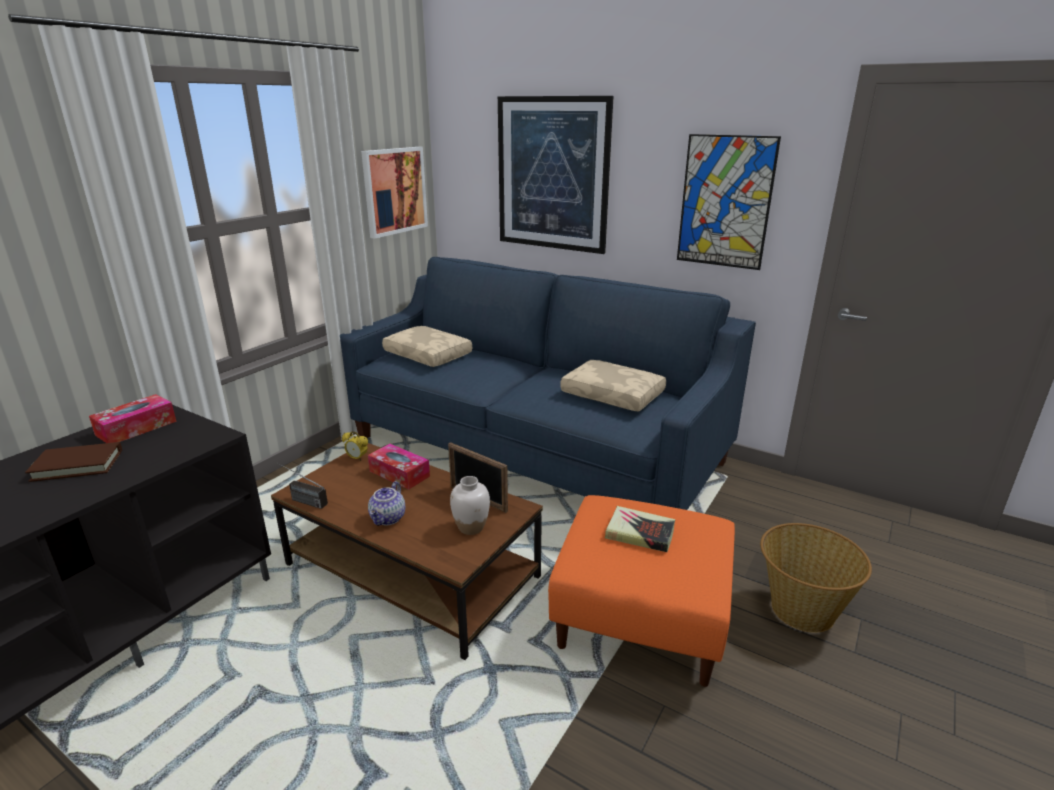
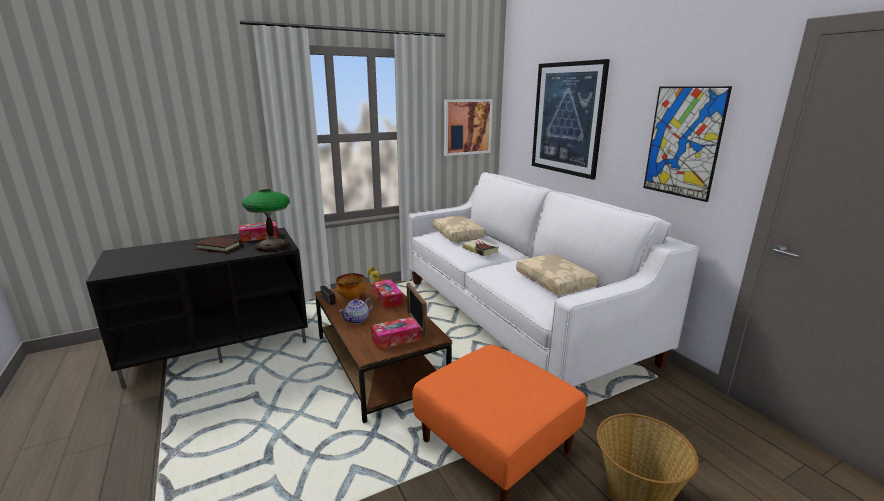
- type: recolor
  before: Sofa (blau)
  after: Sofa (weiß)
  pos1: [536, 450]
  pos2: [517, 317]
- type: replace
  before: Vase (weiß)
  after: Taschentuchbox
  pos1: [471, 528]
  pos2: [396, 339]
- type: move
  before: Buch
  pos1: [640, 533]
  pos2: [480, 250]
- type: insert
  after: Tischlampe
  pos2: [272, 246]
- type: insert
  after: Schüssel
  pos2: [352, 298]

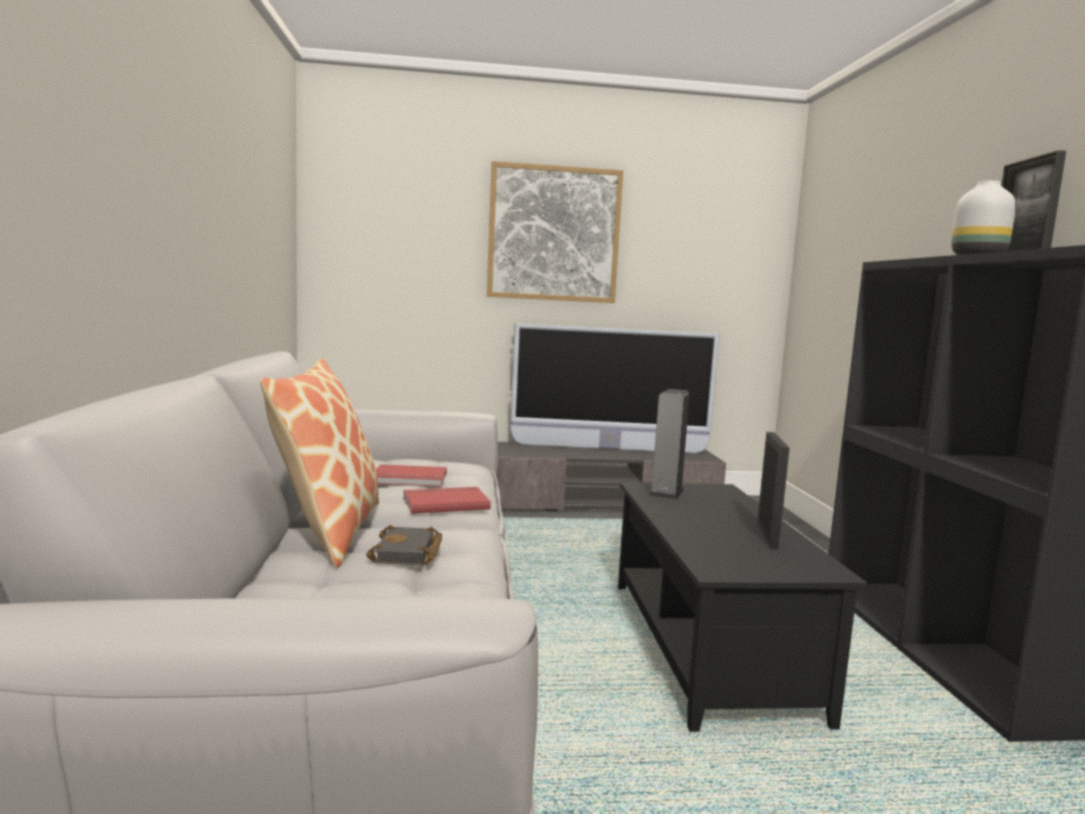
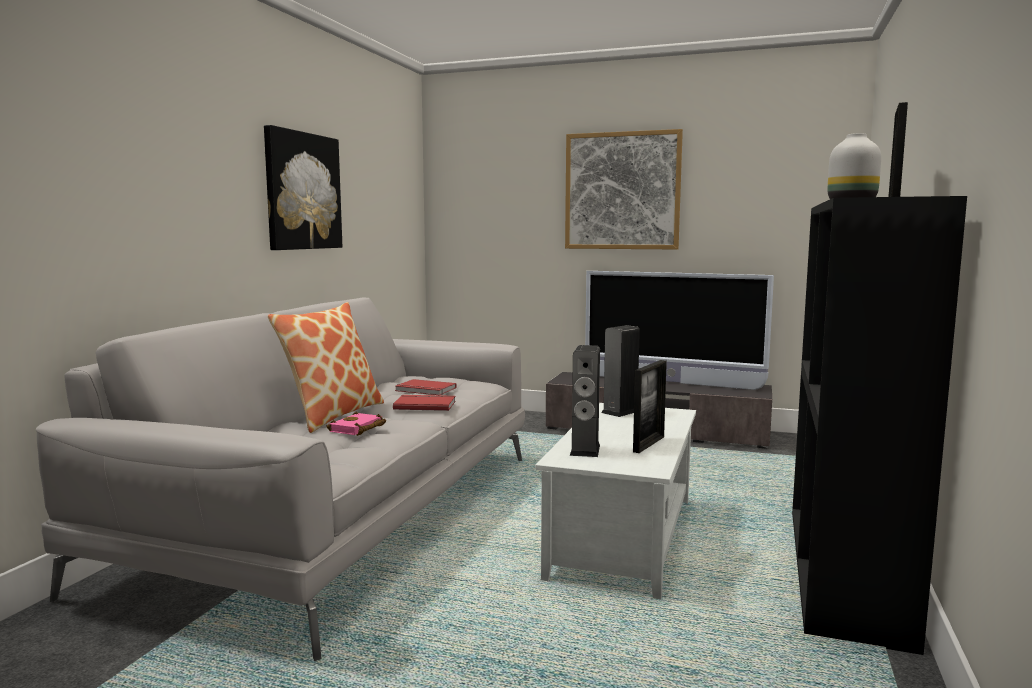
- type: recolor
  before: Buch (schwarz)
  after: Buch (rosa)
  pos1: [408, 553]
  pos2: [357, 429]
- type: recolor
  before: Couchtisch (schwarz)
  after: Couchtisch (weiß)
  pos1: [705, 646]
  pos2: [621, 536]
- type: insert
  after: Bild
  pos2: [302, 191]
- type: insert
  after: Lautsprecher
  pos2: [585, 450]

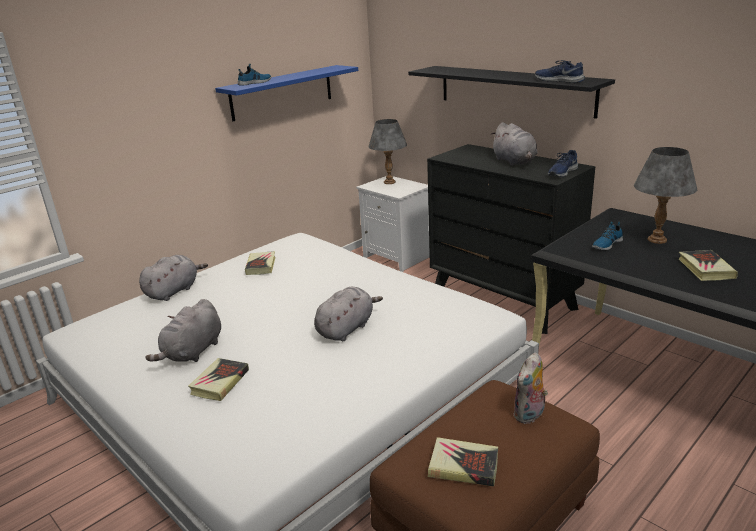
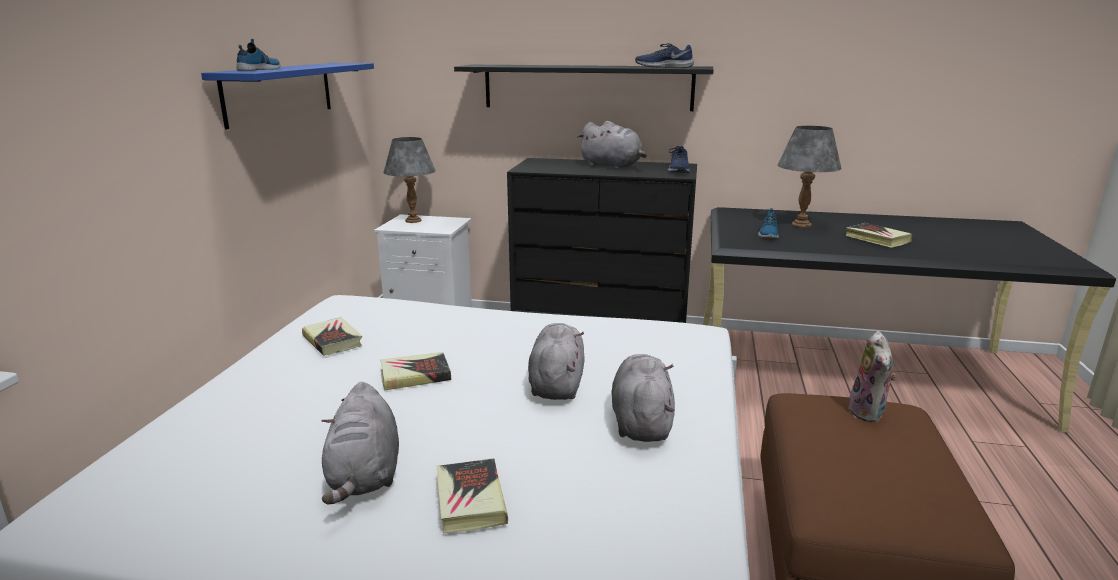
- type: move
  before: Plüschtier (grau)
  pos1: [174, 291]
  pos2: [641, 422]
- type: move
  before: Buch
  pos1: [463, 466]
  pos2: [415, 375]

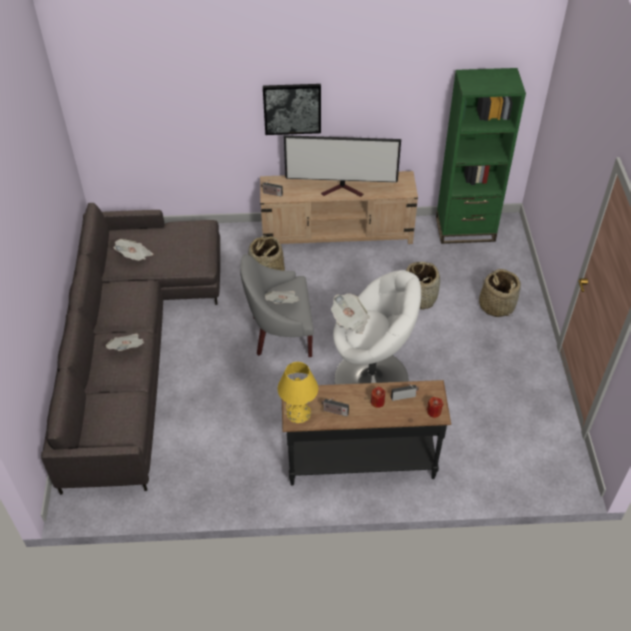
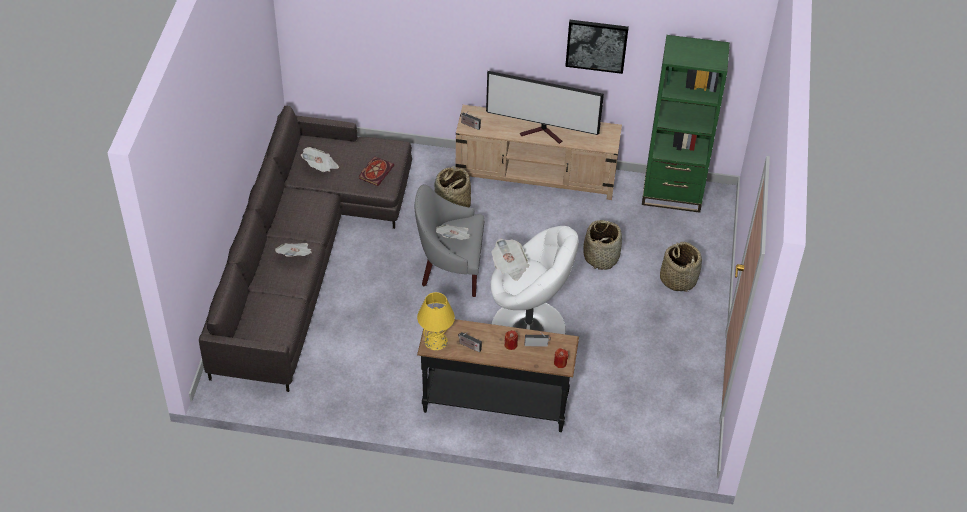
- type: move
  before: Bild
  pos1: [292, 108]
  pos2: [596, 45]
- type: insert
  after: Buch
  pos2: [376, 171]

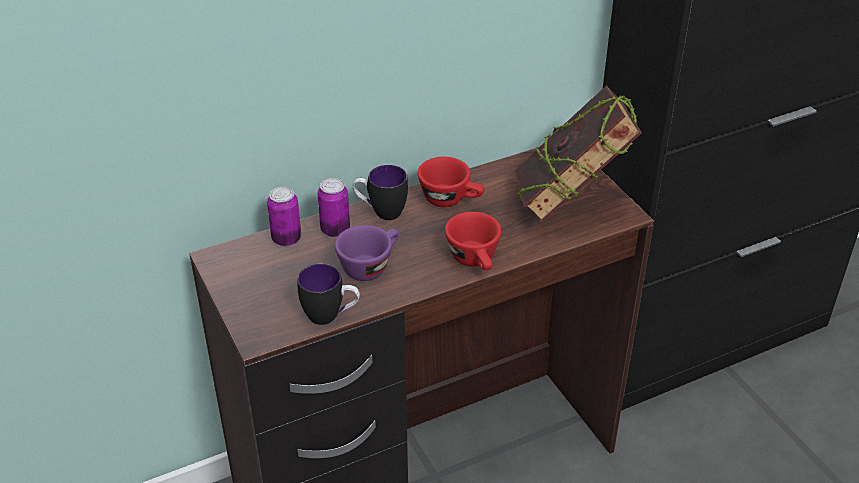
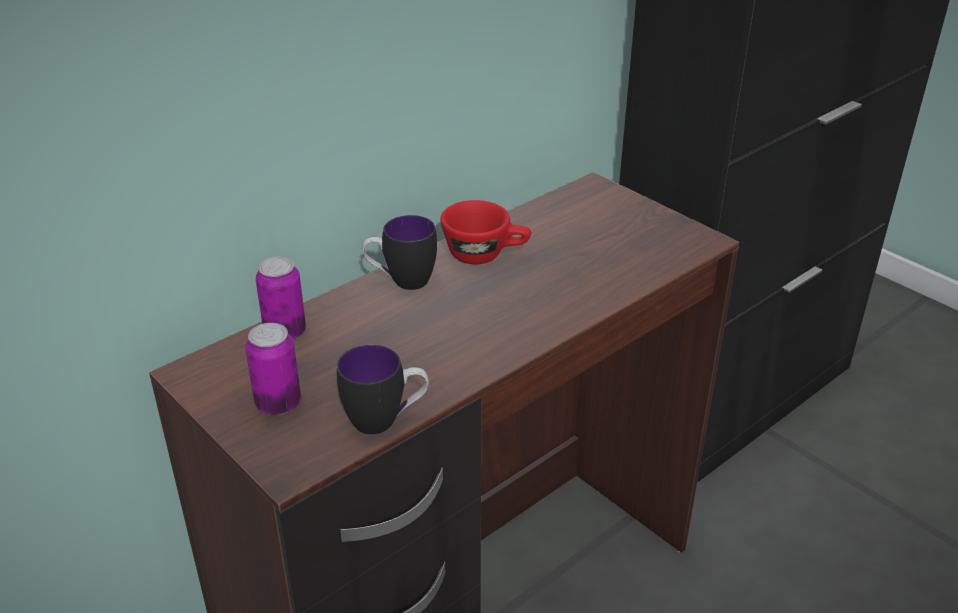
- type: move
  before: Dose
  pos1: [335, 230]
  pos2: [278, 403]
- type: delete
  before: Tasse (lila)
  pos1: [370, 265]
- type: delete
  before: Tasse (rot)
  pos1: [476, 261]
- type: delete
  before: Buch
  pos1: [569, 203]

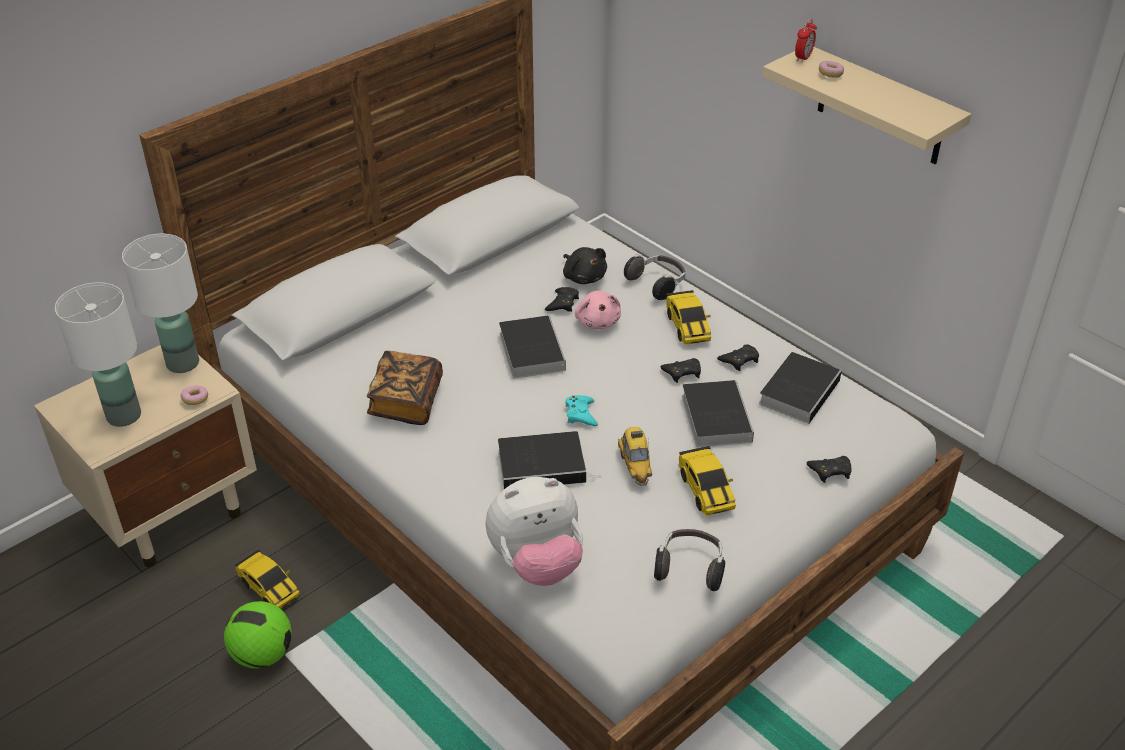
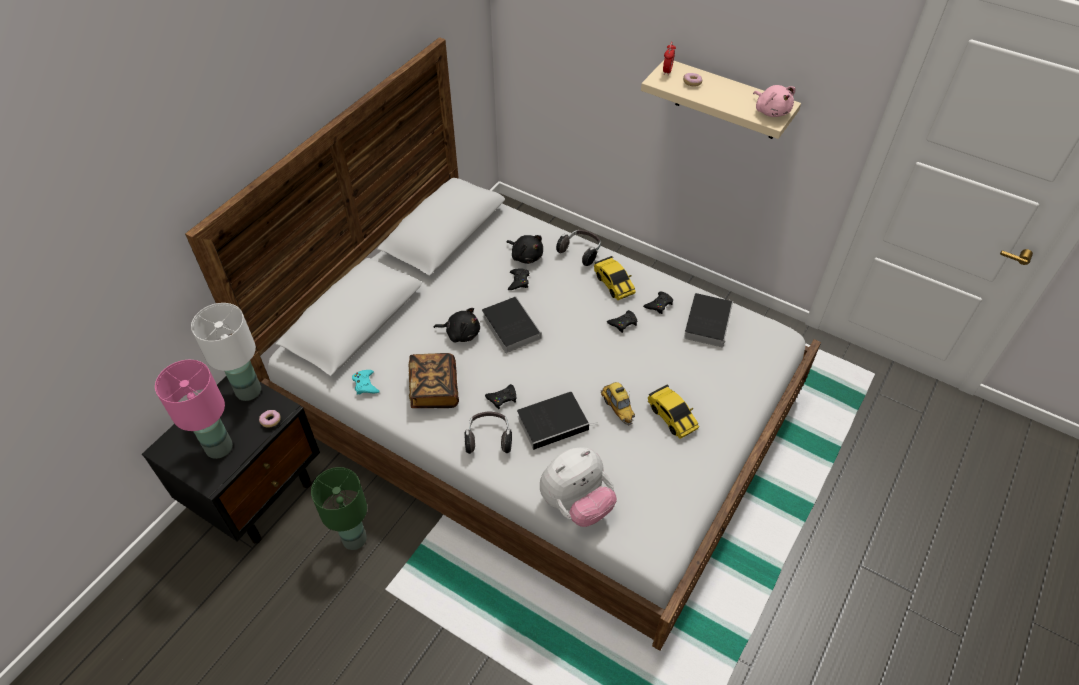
- type: recolor
  before: Nachttisch (beige)
  after: Nachttisch (schwarz)
  pos1: [172, 512]
  pos2: [258, 493]
- type: recolor
  before: Tischlampe (weiß)
  after: Tischlampe (rosa)
  pos1: [123, 416]
  pos2: [218, 448]
- type: delete
  before: Fußball
  pos1: [262, 654]
- type: replace
  before: Spielzeugauto
  after: Tischlampe (grün)
  pos1: [269, 588]
  pos2: [354, 538]
- type: move
  before: Gamepad (türkis)
  pos1: [581, 414]
  pos2: [365, 385]
- type: move
  before: Plüschtier (rosa)
  pos1: [597, 321]
  pos2: [771, 111]
- type: move
  before: Kopfhörer
  pos1: [690, 568]
  pos2: [489, 438]
- type: delete
  before: Buch
  pos1: [715, 416]
- type: move
  before: Gamepad (schwarz)
  pos1: [830, 471]
  pos2: [502, 398]
- type: insert
  after: Plüschtier (schwarz)
  pos2: [461, 333]

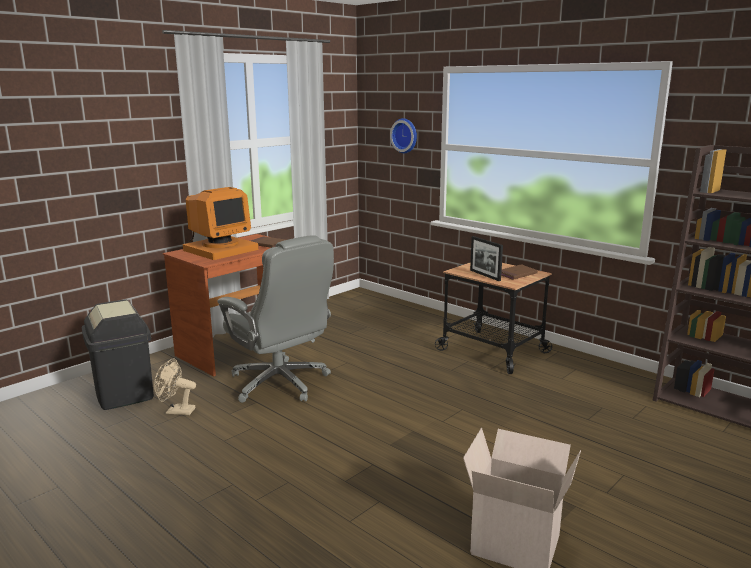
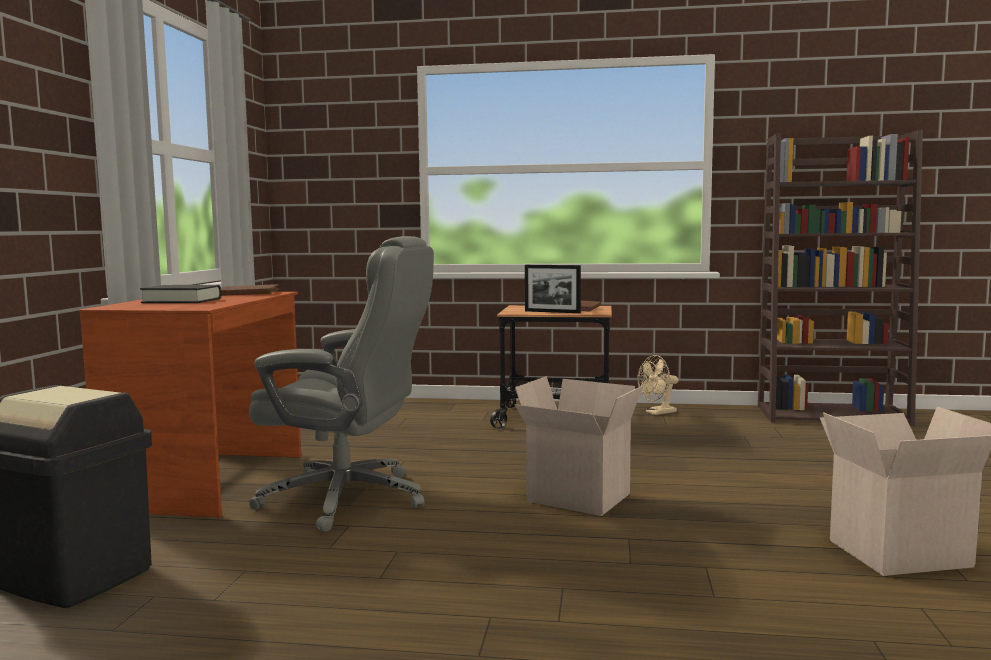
- type: move
  before: Ventilator (beige)
  pos1: [176, 411]
  pos2: [657, 413]
- type: replace
  before: Monitor
  after: Buch (schwarz)
  pos1: [220, 249]
  pos2: [182, 300]
- type: delete
  before: Wanduhr
  pos1: [405, 135]
- type: insert
  after: Karton
  pos2: [575, 498]

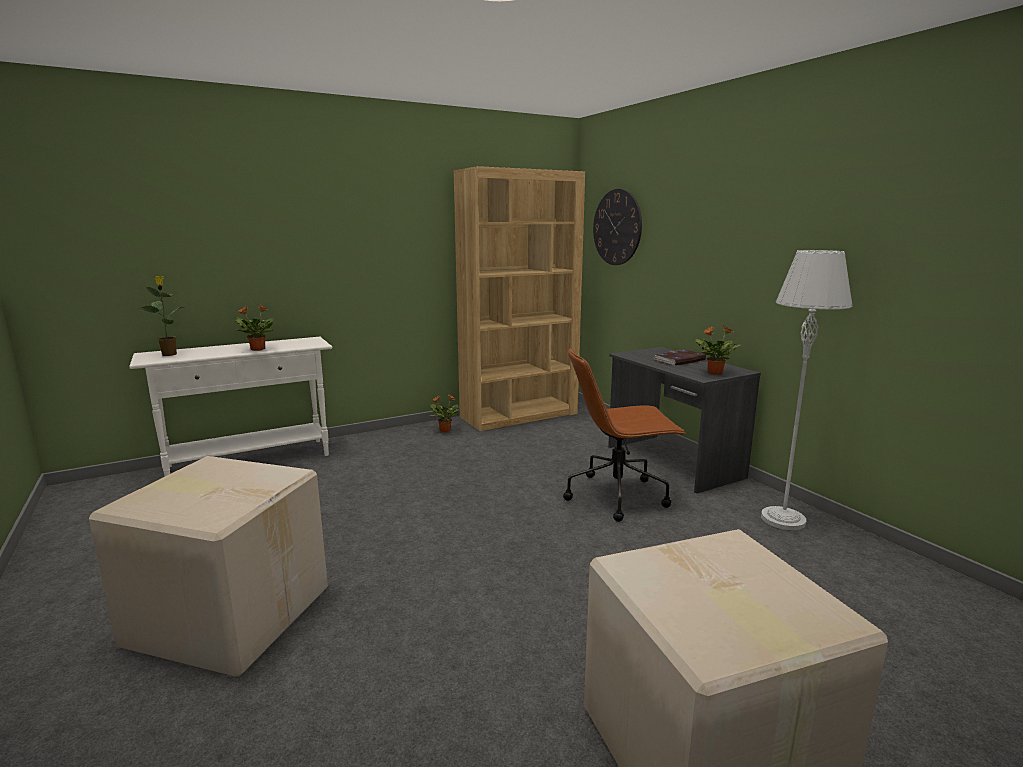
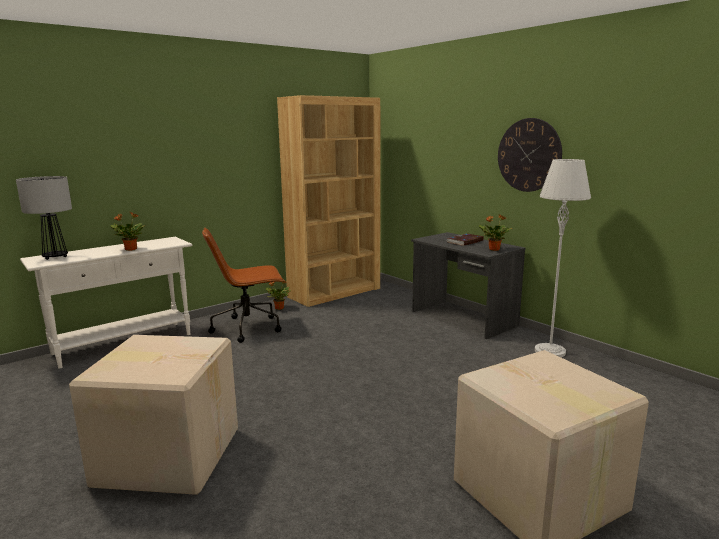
- type: replace
  before: Topfpflanze
  after: Tischlampe
  pos1: [169, 354]
  pos2: [55, 257]
- type: move
  before: Bürostuhl (braun)
  pos1: [618, 495]
  pos2: [248, 328]
- type: move
  before: Wanduhr
  pos1: [617, 227]
  pos2: [529, 155]

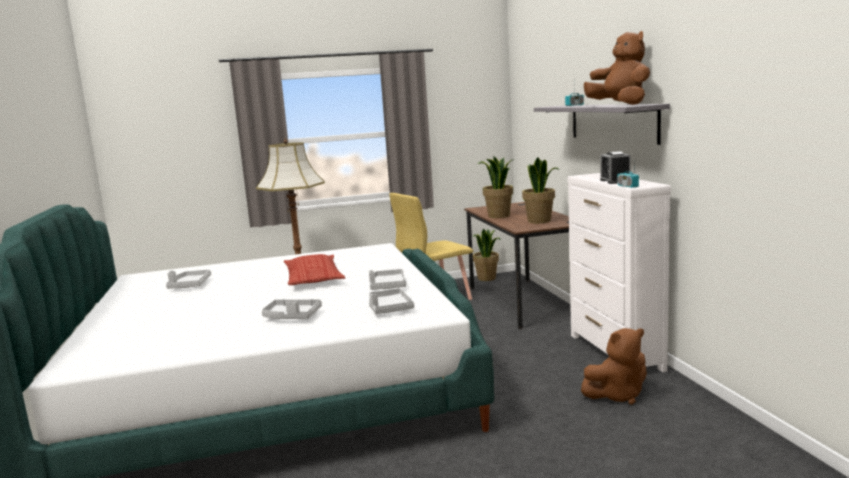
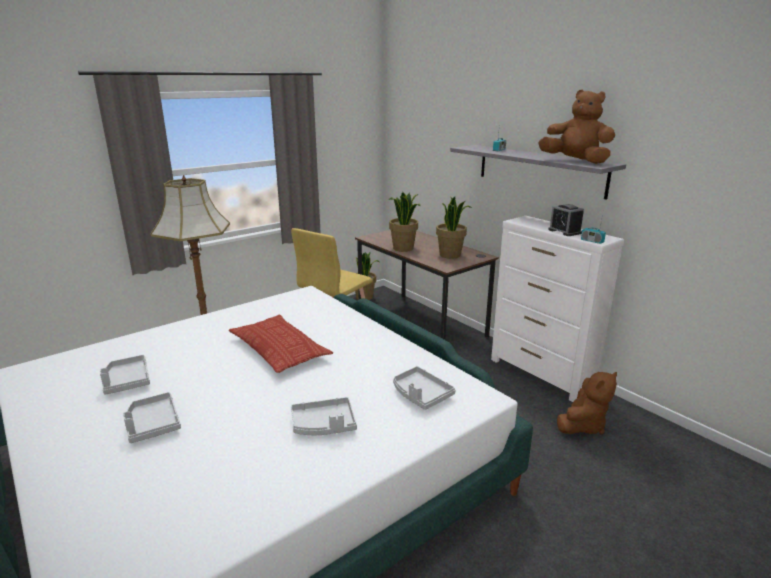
- type: move
  before: Tablett (grau)
  pos1: [387, 286]
  pos2: [152, 424]

